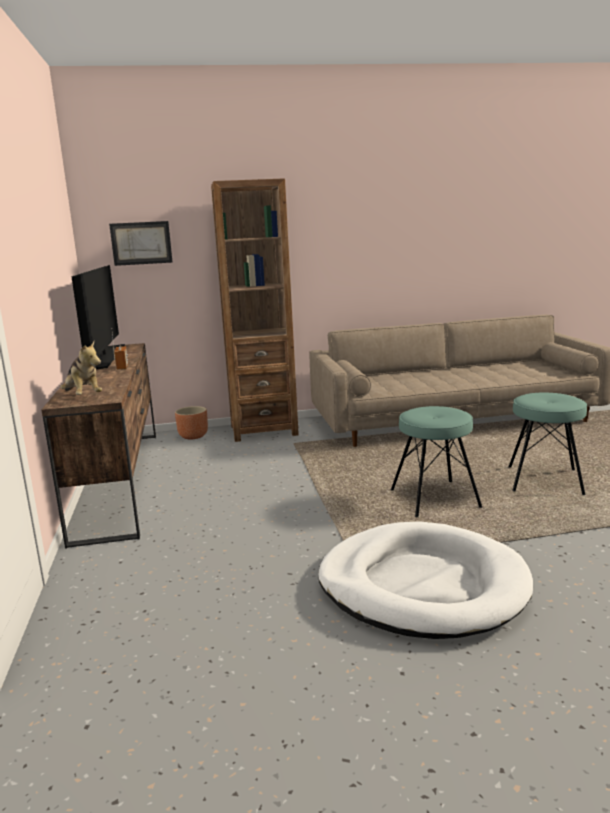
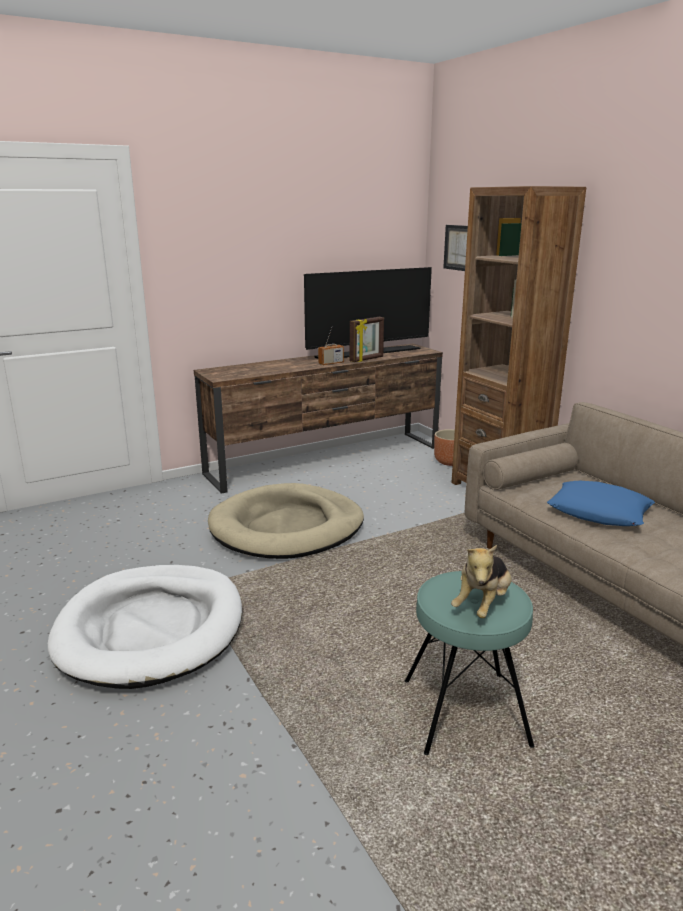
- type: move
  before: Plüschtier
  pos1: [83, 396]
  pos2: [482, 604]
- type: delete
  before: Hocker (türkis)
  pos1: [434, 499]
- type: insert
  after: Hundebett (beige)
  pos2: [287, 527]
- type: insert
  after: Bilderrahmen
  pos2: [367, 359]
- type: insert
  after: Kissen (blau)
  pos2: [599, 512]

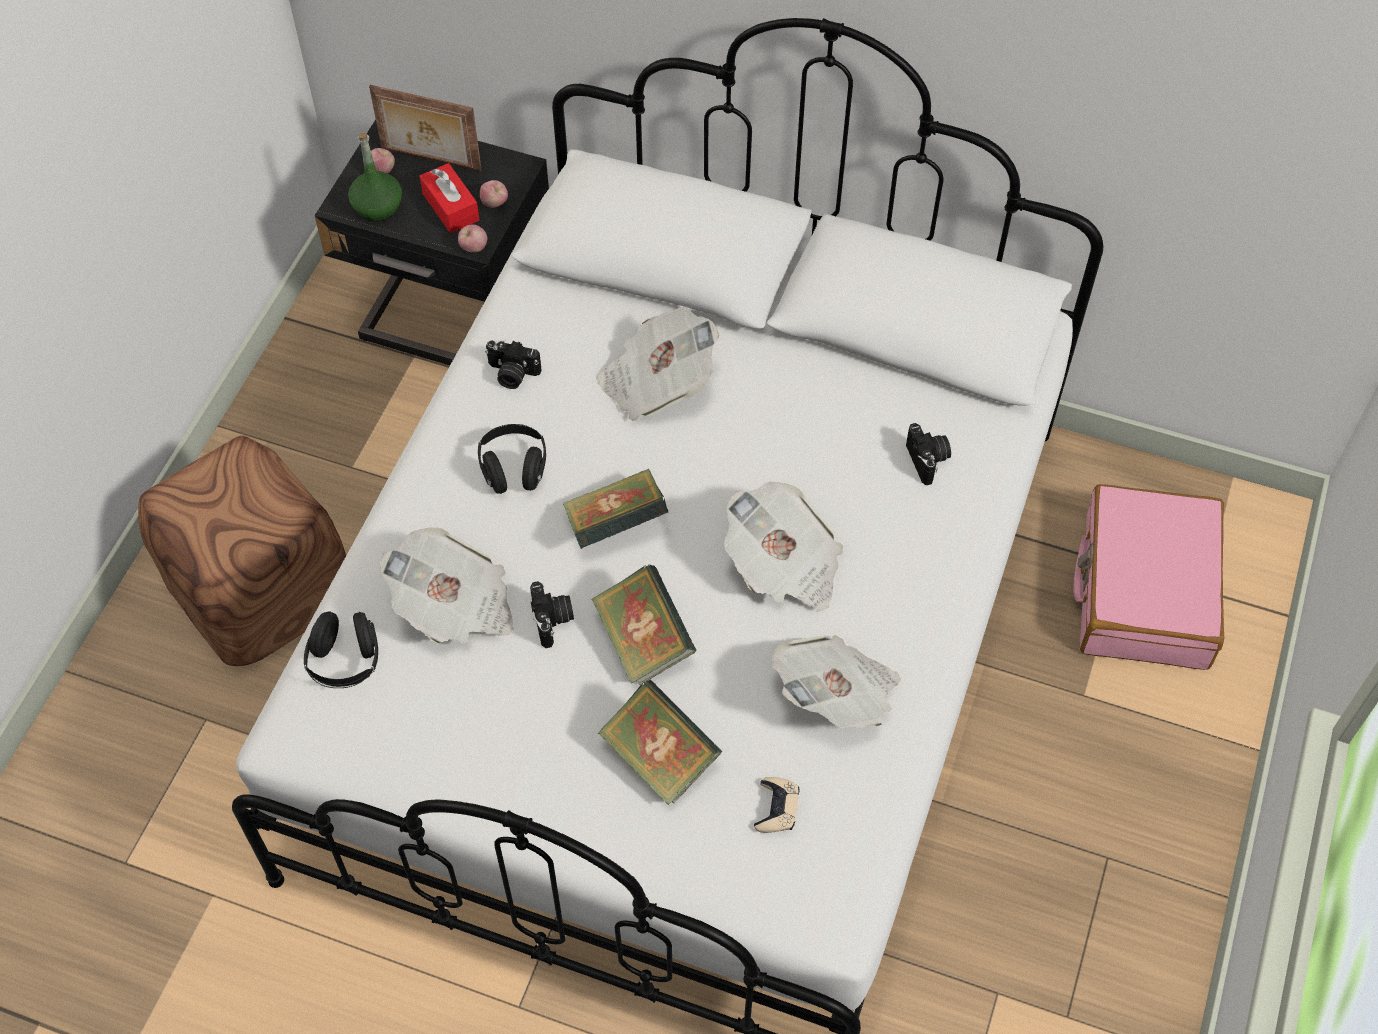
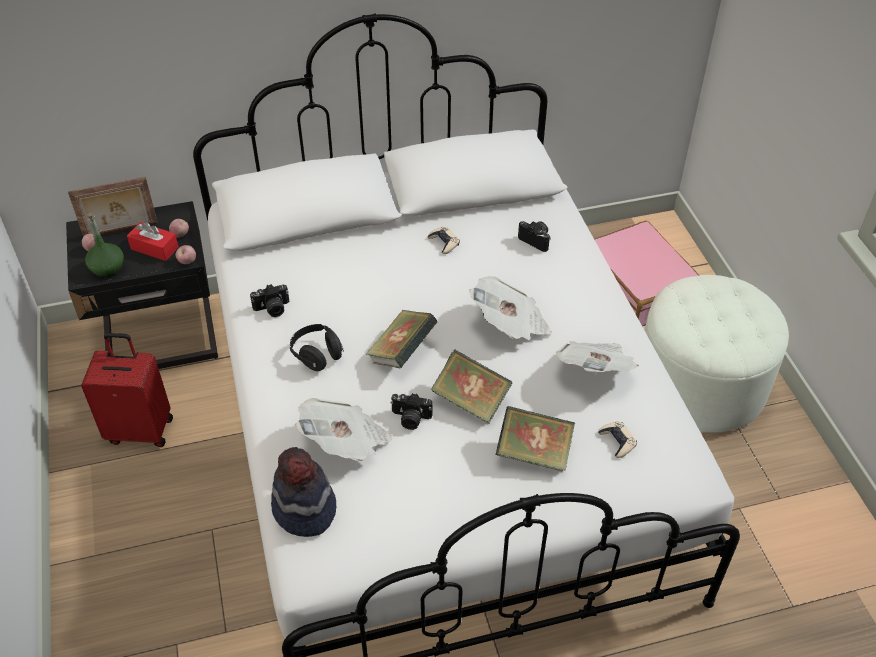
- type: delete
  before: Polsterhocker (braun)
  pos1: [261, 588]
- type: replace
  before: Kopfhörer (schwarz)
  after: Hut
  pos1: [345, 661]
  pos2: [304, 509]
- type: rotate
  before: Kamera
  pos1: [553, 620]
  pos2: [410, 418]
  turn: 150
- type: delete
  before: Zeitung
  pos1: [657, 382]
- type: insert
  after: Koffer (rot)
  pos2: [141, 429]
- type: insert
  after: Gamepad (beige)
  pos2: [444, 243]
- type: insert
  after: Polsterhocker (weiß)
  pos2: [700, 383]

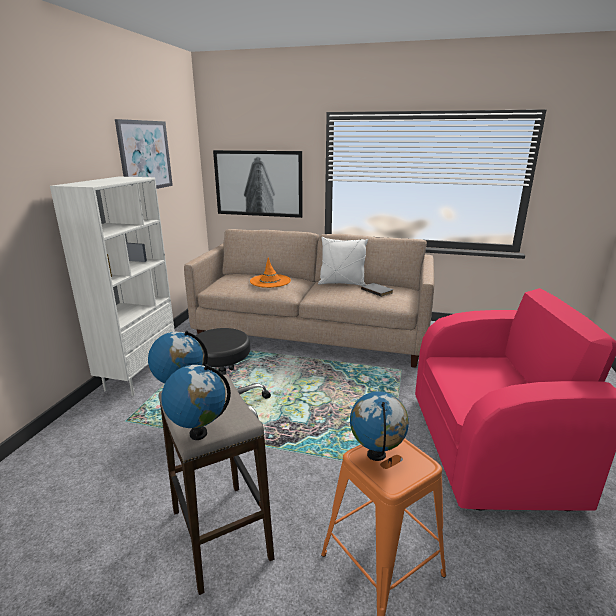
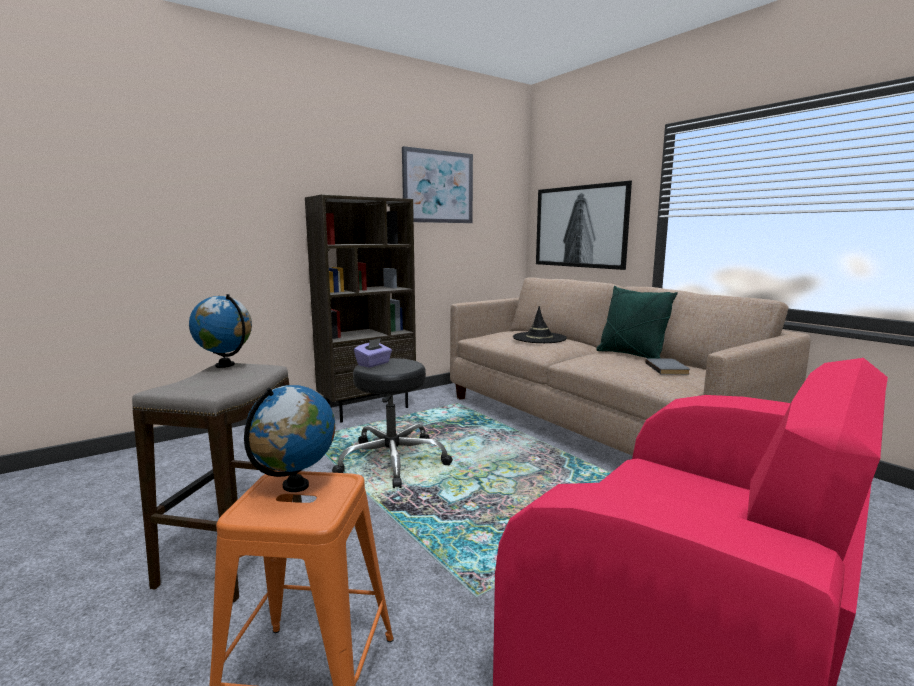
- type: recolor
  before: Bücherregal (weiß)
  after: Bücherregal (braun)
  pos1: [139, 375]
  pos2: [368, 409]
- type: delete
  before: Globus
  pos1: [198, 433]
- type: recolor
  before: Hut (orange)
  after: Hut (schwarz)
  pos1: [270, 281]
  pos2: [539, 338]
- type: recolor
  before: Kissen (weiß)
  after: Kissen (grün)
  pos1: [342, 283]
  pos2: [631, 355]
- type: insert
  after: Taschentuchbox (lila)
  pos2: [373, 364]

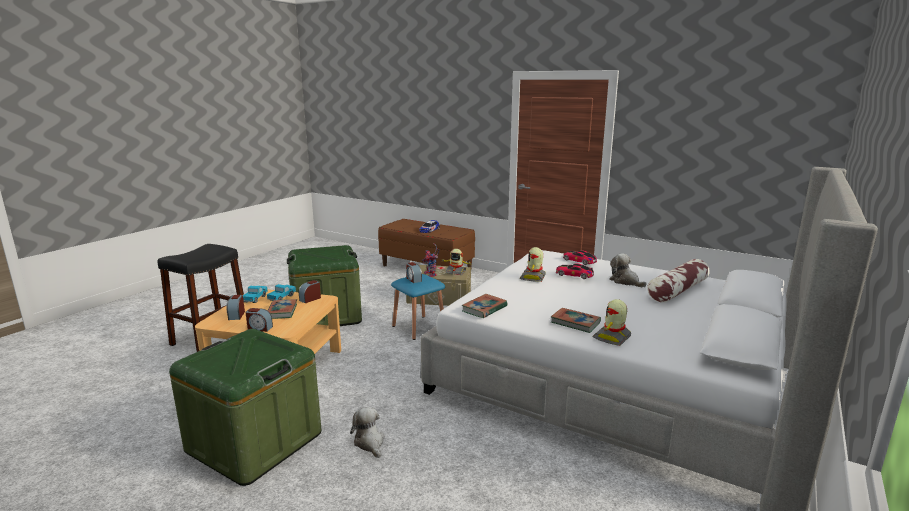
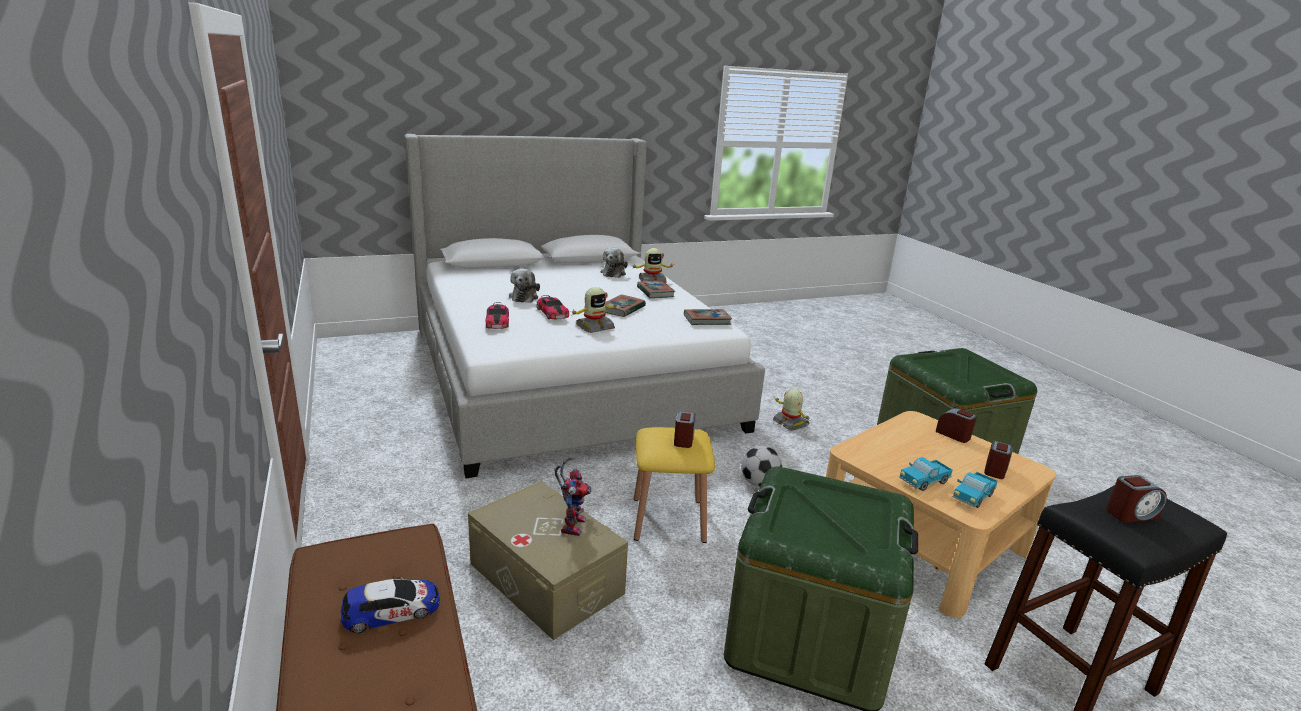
- type: move
  before: Buch
  pos1: [281, 311]
  pos2: [622, 309]
- type: move
  before: Wecker
  pos1: [310, 299]
  pos2: [1131, 514]
- type: move
  before: Plüschtier
  pos1: [370, 443]
  pos2: [614, 273]
- type: recolor
  before: Hocker (blau)
  after: Hocker (gelb)
  pos1: [419, 327]
  pos2: [668, 519]
- type: move
  before: Spielzeugroboter
  pos1: [456, 272]
  pos2: [790, 423]
- type: delete
  before: Kissen
  pos1: [677, 290]
- type: insert
  after: Fußball
  pos2: [758, 483]

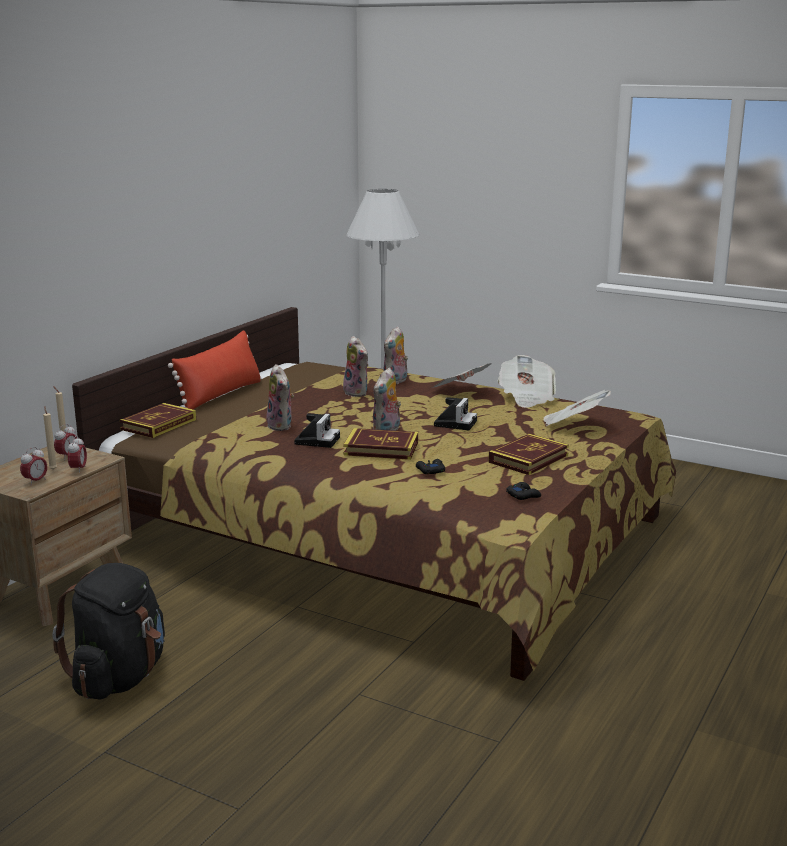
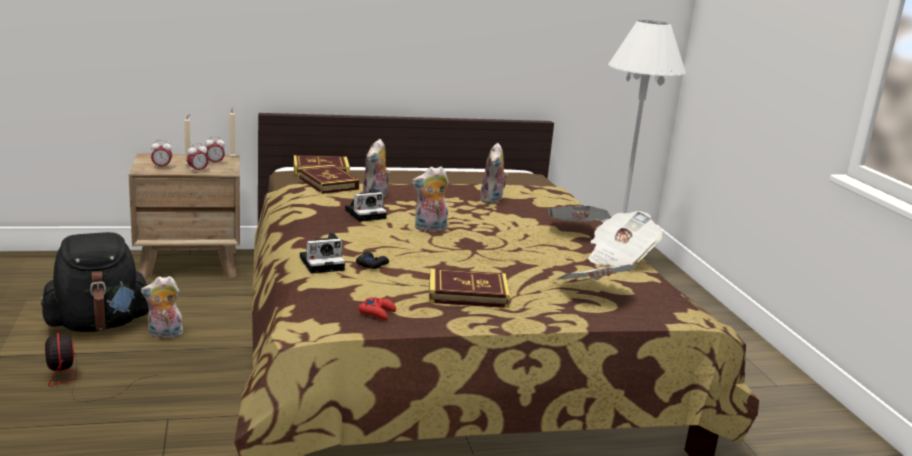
- type: delete
  before: Kissen (rot)
  pos1: [220, 395]
- type: move
  before: Buch
  pos1: [381, 448]
  pos2: [327, 183]
- type: move
  before: Plüschtier
  pos1: [396, 382]
  pos2: [164, 335]
- type: move
  before: Kamera
  pos1: [455, 423]
  pos2: [323, 263]
- type: recolor
  before: Gamepad (schwarz)
  after: Gamepad (rot)
  pos1: [523, 495]
  pos2: [377, 312]
- type: insert
  after: Ventilator
  pos2: [78, 381]

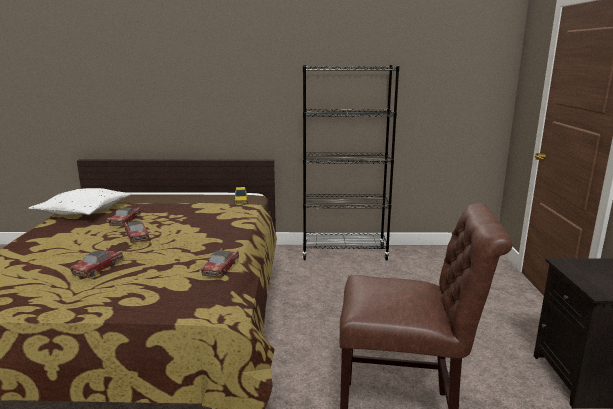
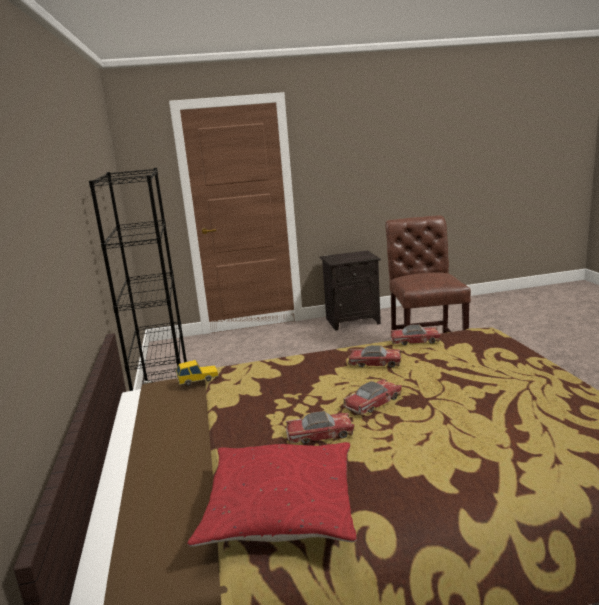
- type: recolor
  before: Kissen (weiß)
  after: Kissen (rot)
  pos1: [84, 211]
  pos2: [280, 508]
- type: move
  before: Spielzeugauto
  pos1: [98, 268]
  pos2: [375, 363]

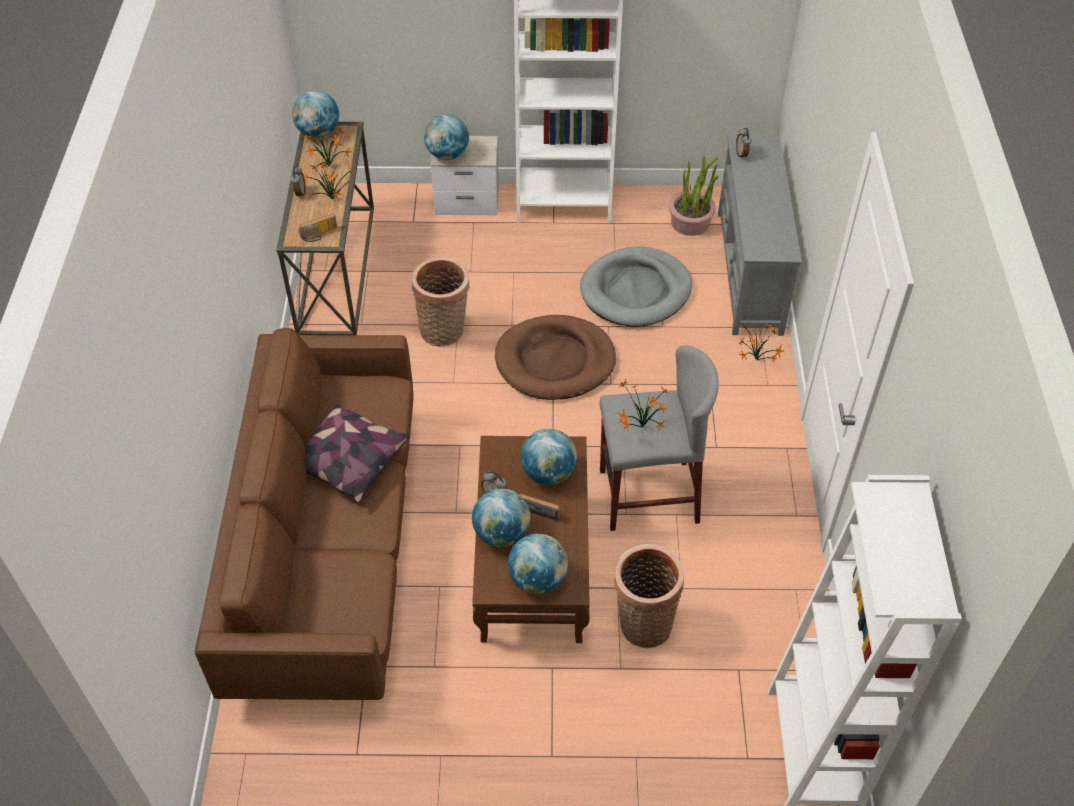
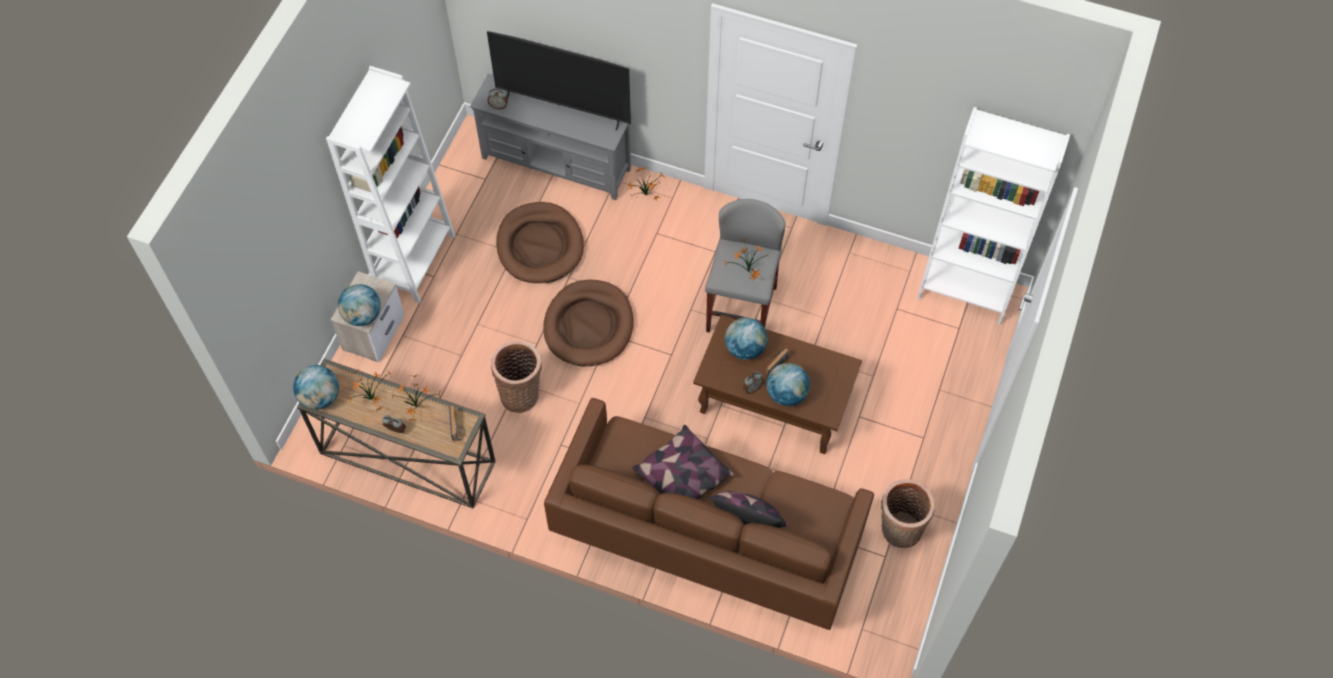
- type: delete
  before: Globus
  pos1: [538, 579]
- type: recolor
  before: Hundebett (grau)
  after: Hundebett (braun)
  pos1: [636, 291]
  pos2: [540, 245]
- type: move
  before: Korb
  pos1: [643, 622]
  pos2: [898, 531]
- type: delete
  before: Topfpflanze
  pos1: [690, 222]
- type: insert
  after: Fernseher
  pos2: [563, 109]
- type: insert
  after: Kissen
  pos2: [748, 522]

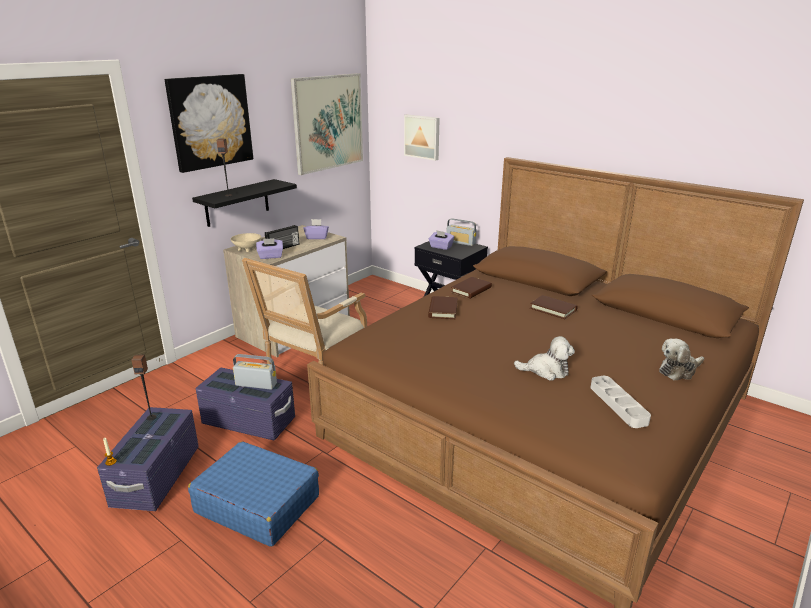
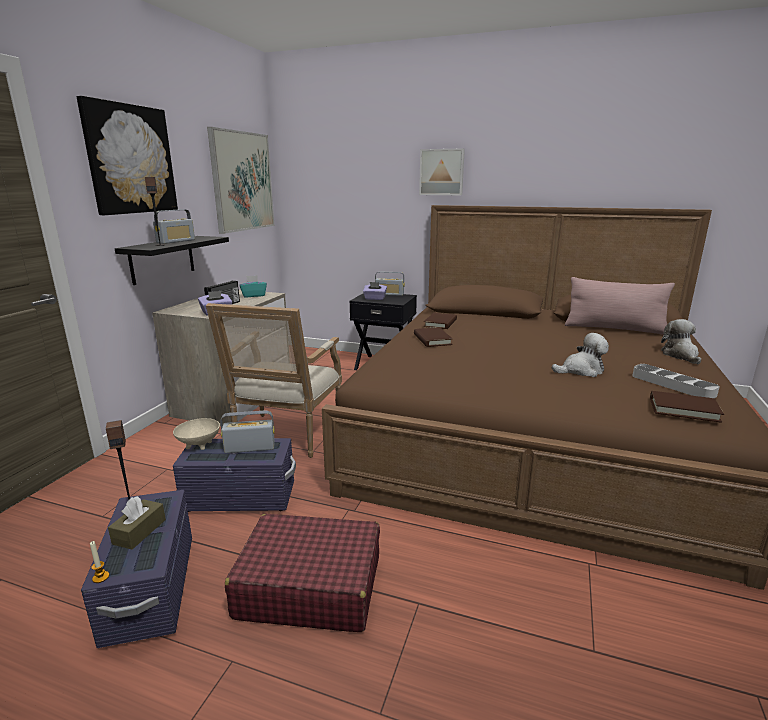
- type: recolor
  before: Koffer (blau)
  after: Koffer (rot)
  pos1: [257, 504]
  pos2: [309, 586]
- type: move
  before: Schüssel (beige)
  pos1: [248, 249]
  pos2: [200, 444]
- type: recolor
  before: Taschentuchbox (lila)
  after: Taschentuchbox (türkis)
  pos1: [317, 237]
  pos2: [253, 295]
- type: move
  before: Bild
  pos1: [422, 137]
  pos2: [442, 172]
- type: move
  before: Buch (braun)
  pos1: [553, 309]
  pos2: [683, 409]
- type: rotate
  before: Plüschtier
  pos1: [679, 370]
  pos2: [680, 355]
  turn: 135
- type: insert
  after: Taschentuchbox (braun)
  pos2: [139, 531]
- type: insert
  after: Radio
  pos2: [176, 241]
- type: insert
  after: Kissen (rosa)
  pos2: [614, 328]

